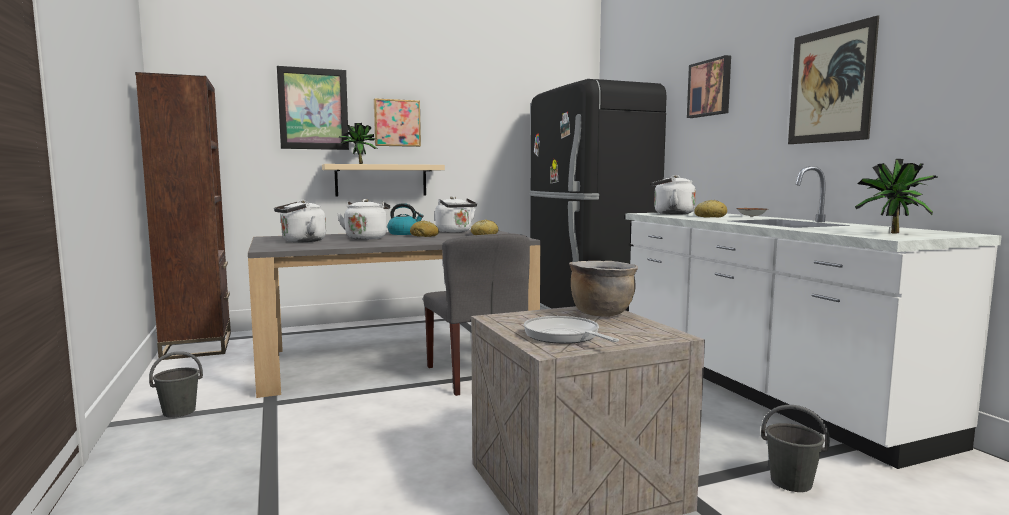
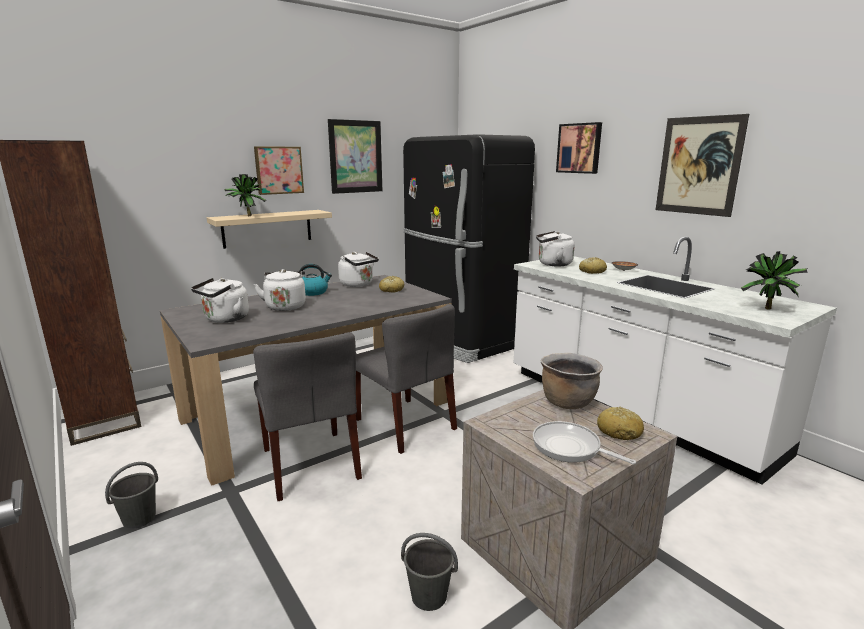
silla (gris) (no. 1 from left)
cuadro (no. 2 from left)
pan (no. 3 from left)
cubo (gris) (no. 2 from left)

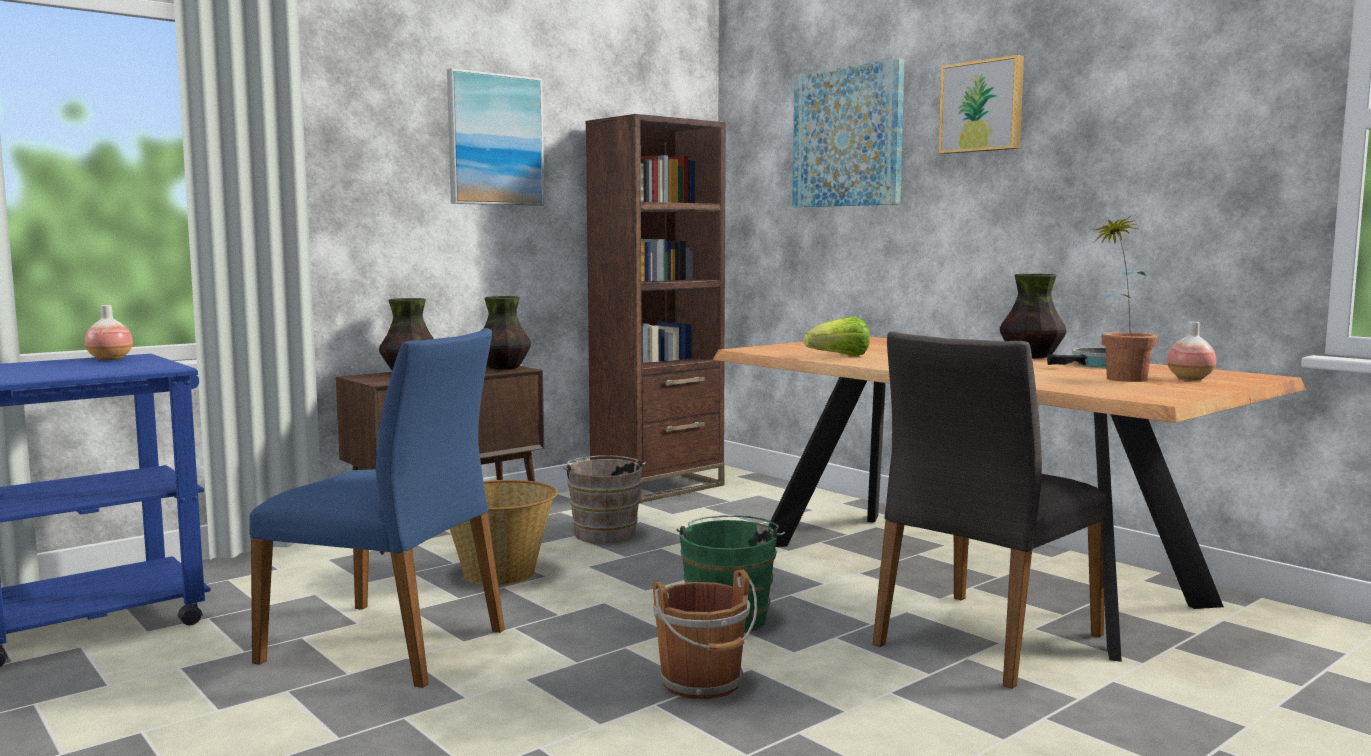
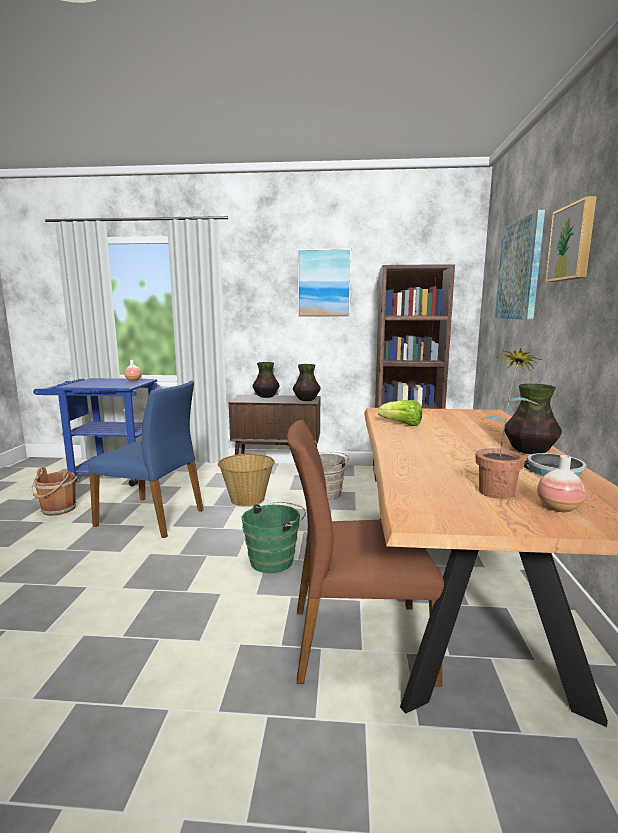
cubo (marrón) (no. 1 from left)
silla (marrón)
silla (azul)

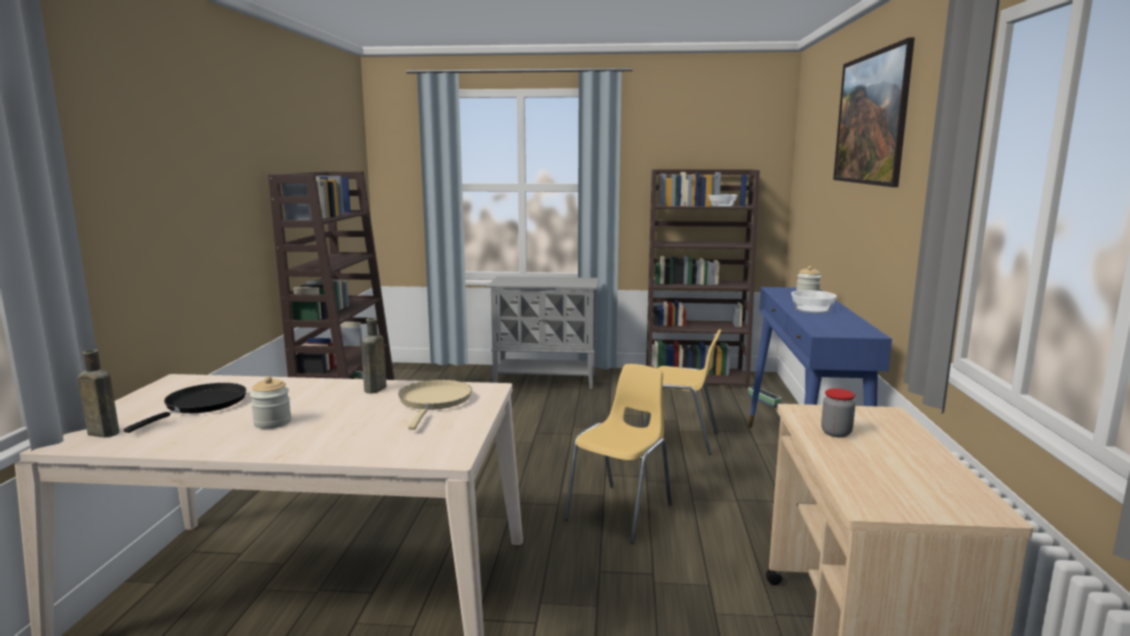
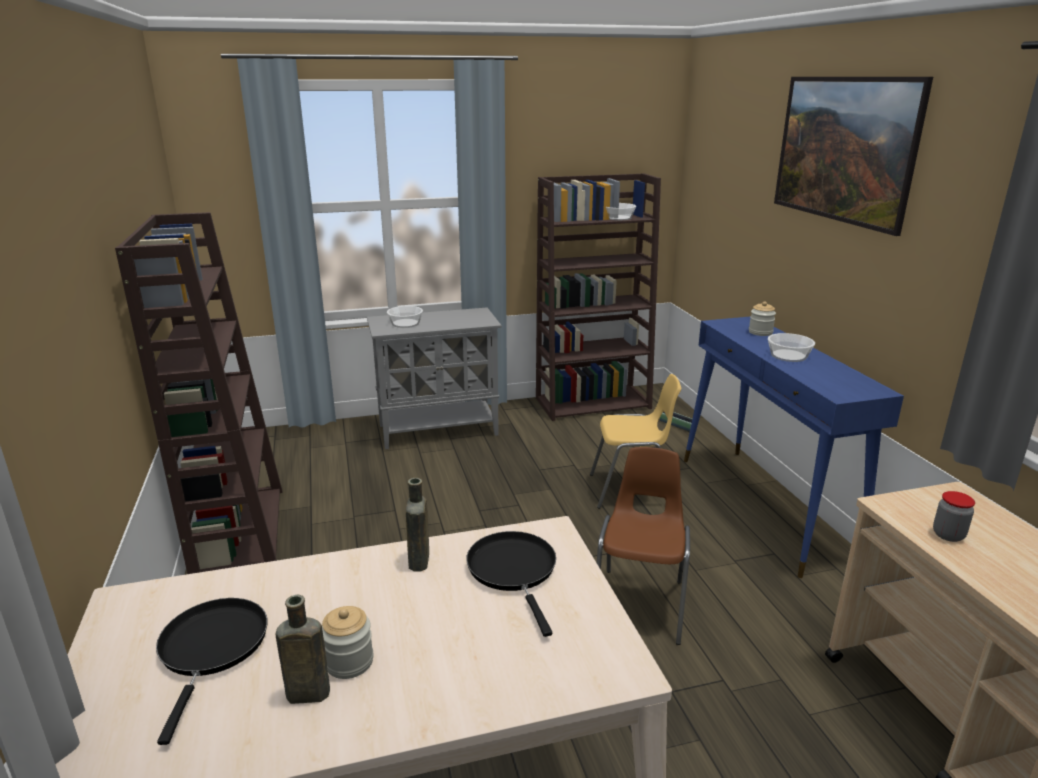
cuenco (no. 1 from left)
botella (marrón) (no. 1 from left)
sartén (negro) (no. 2 from left)
silla (marrón)

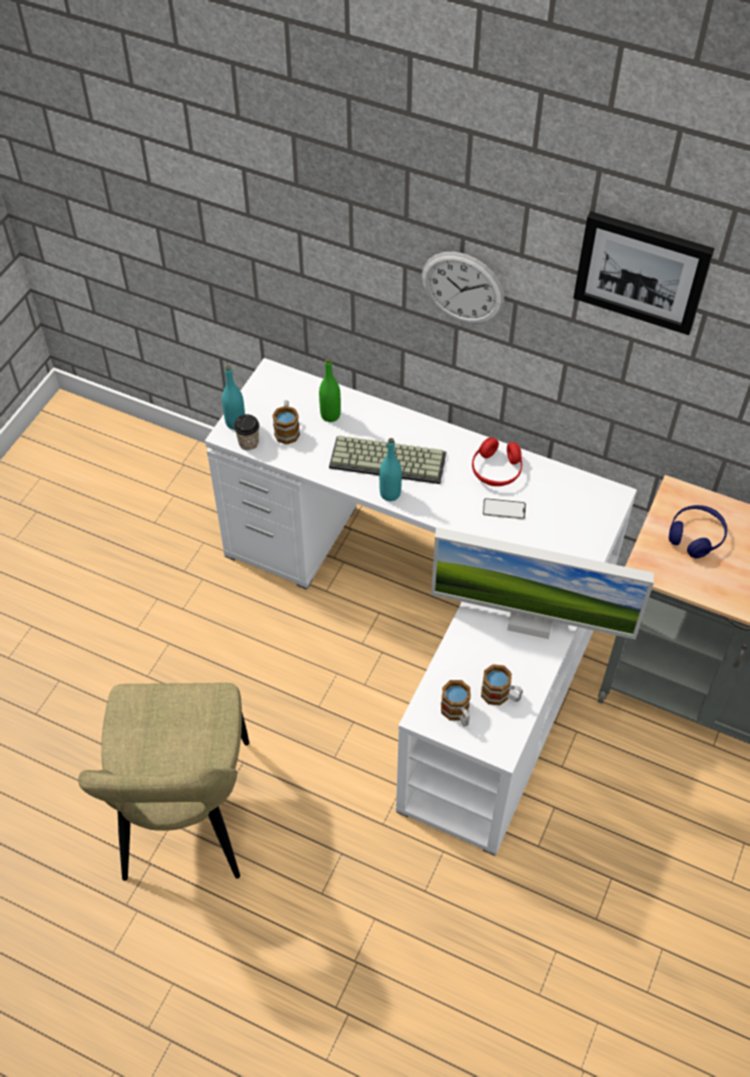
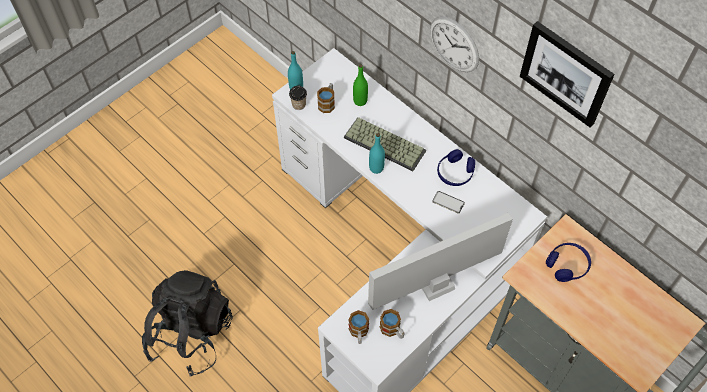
mochila (negro)
auriculares (azul) (no. 1 from left)
monitor

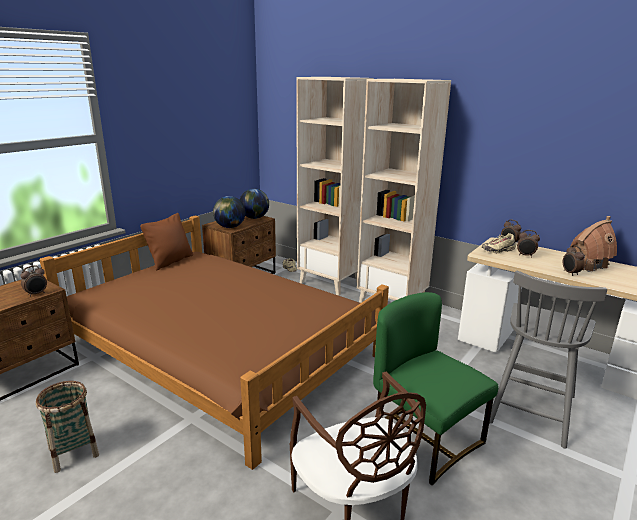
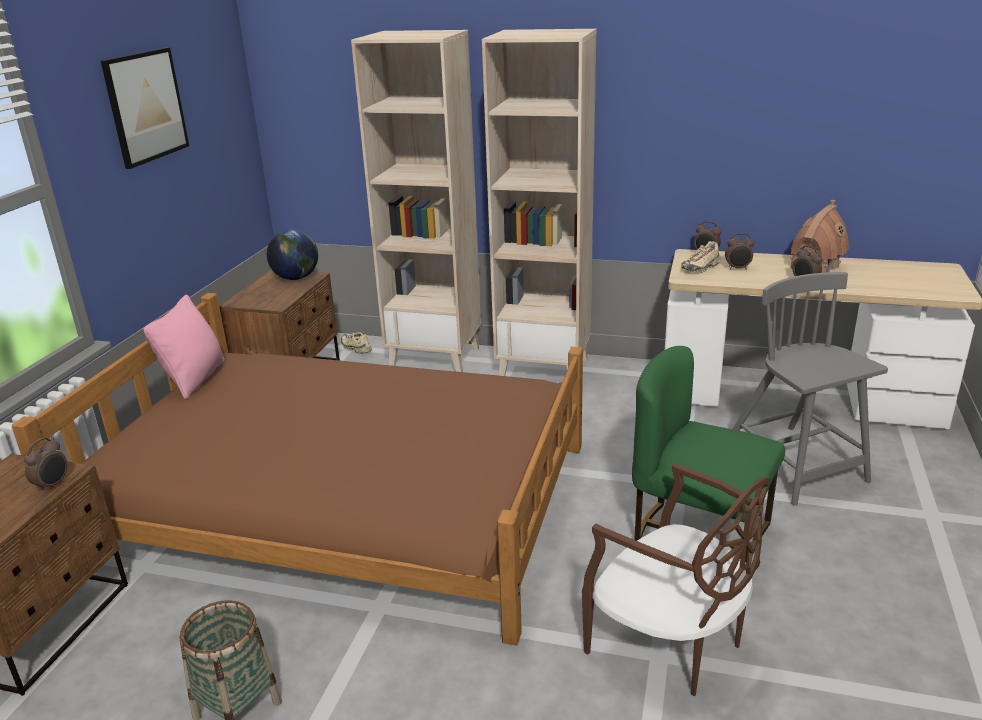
globo terráqueo (no. 1 from left in the first image)
cuadro
cojín (rosa)
silla (gris)

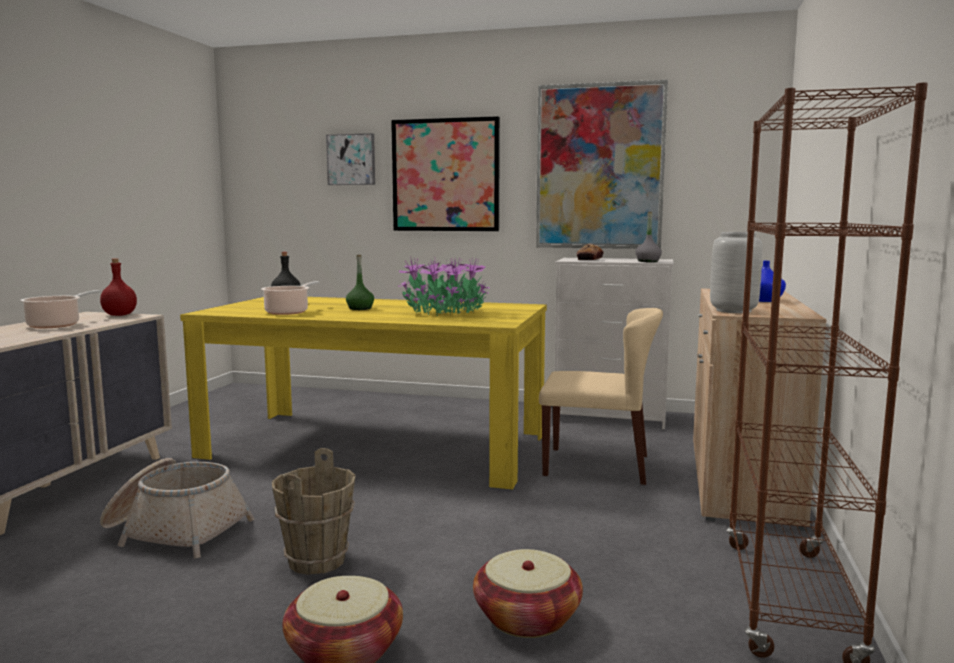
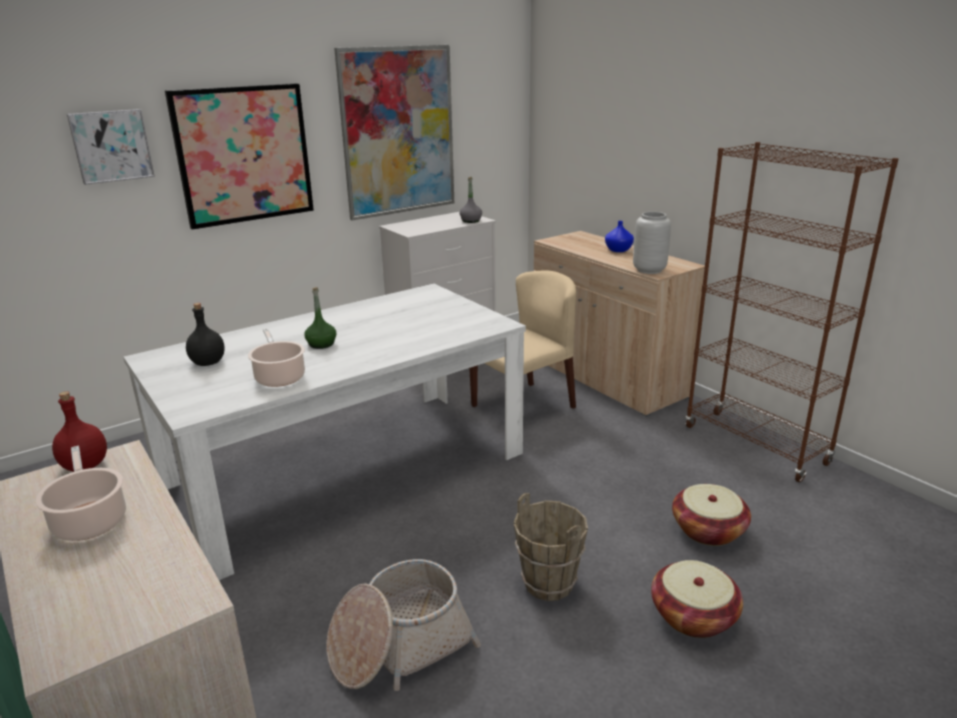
planta en maceta
pan
mesa de comedor (blanco)

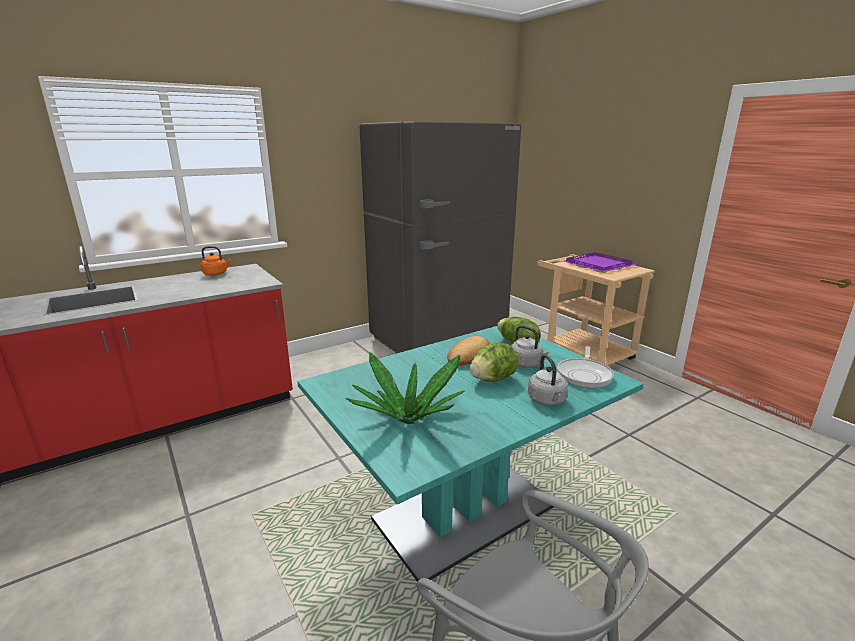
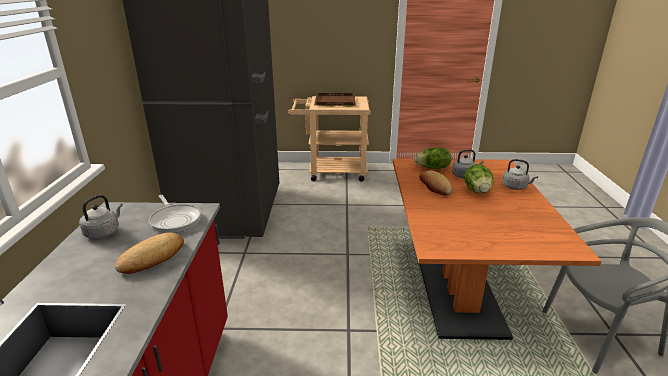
planta en maceta
pan (no. 1 from left)
sartén
hervidor (gris) (no. 1 from left)
mesa de comedor (naranja)
bandeja (marrón)

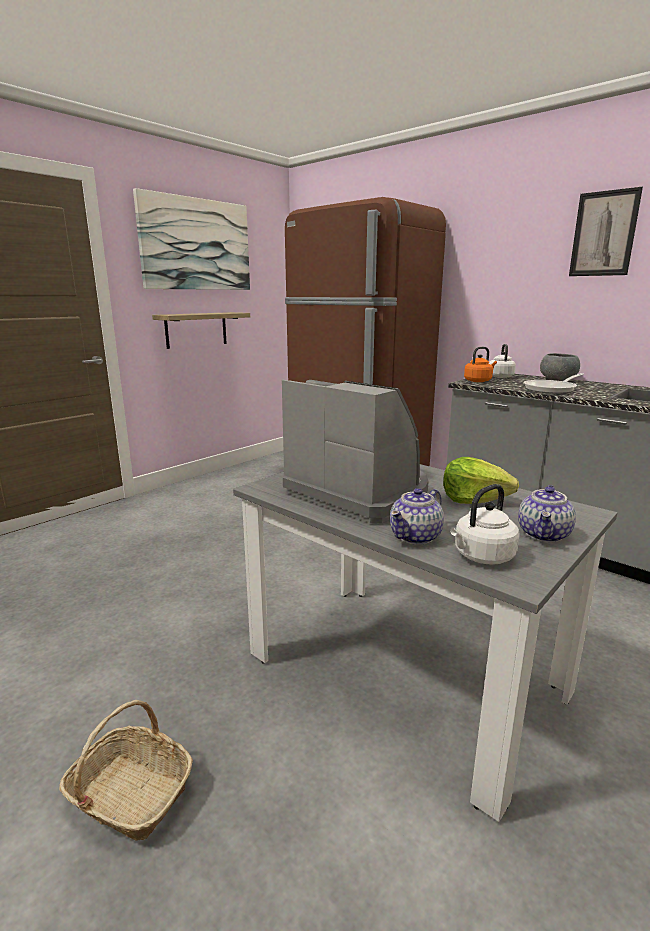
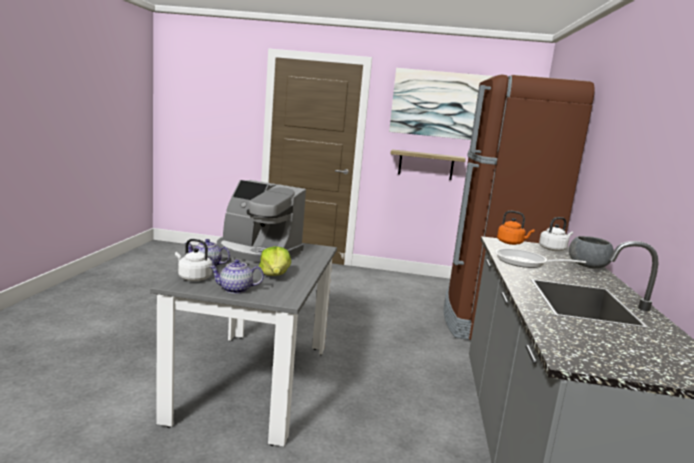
cesta
cuadro (no. 2 from left in the first image)
cafetera

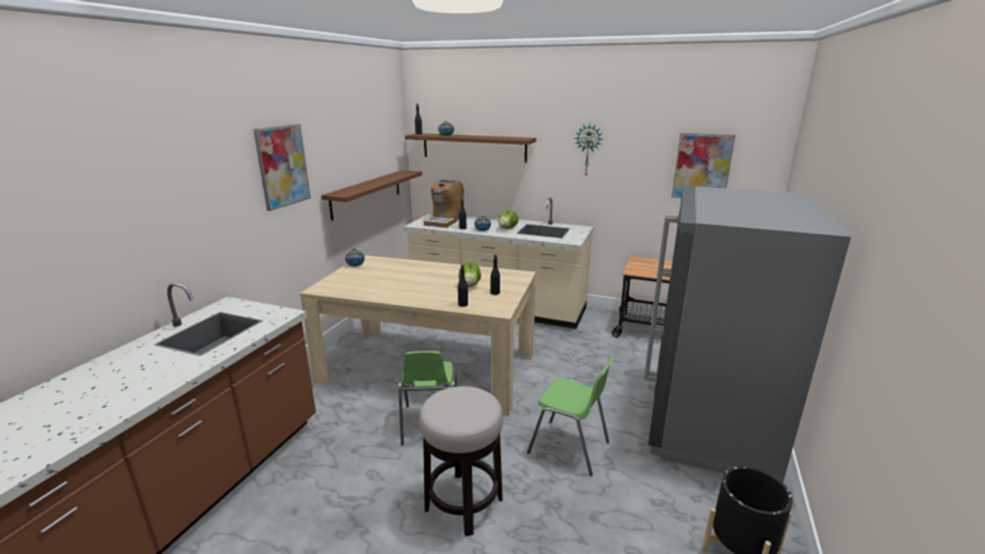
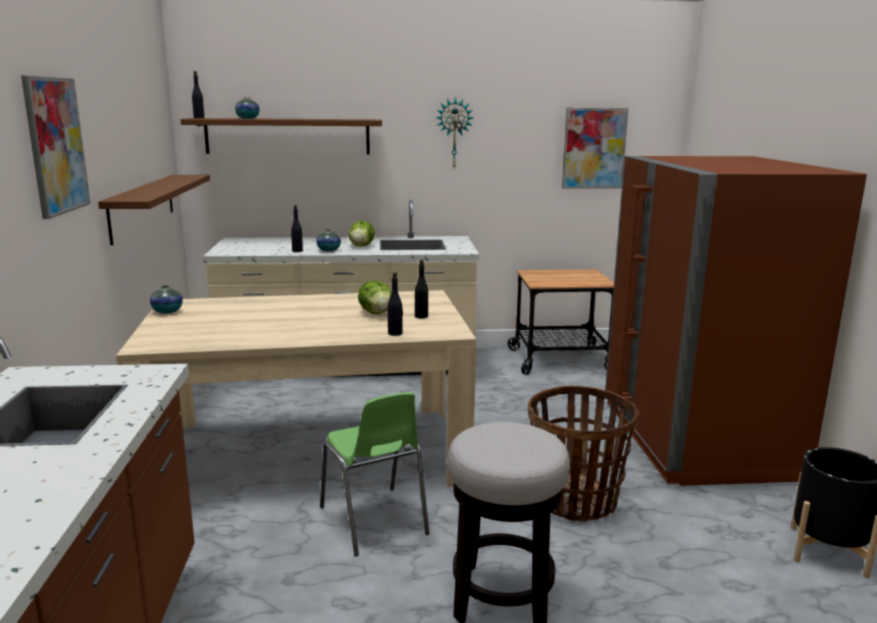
cafetera
cesta
nevera (marrón)

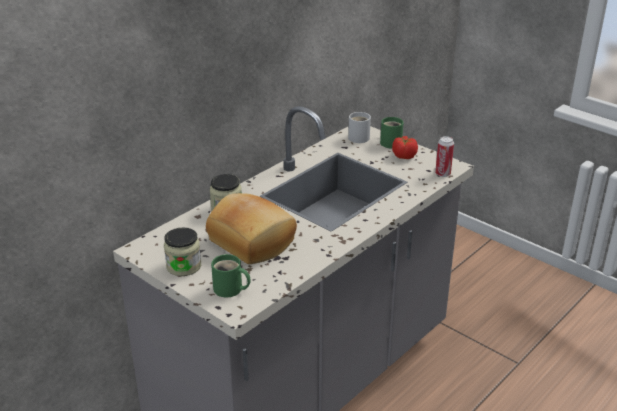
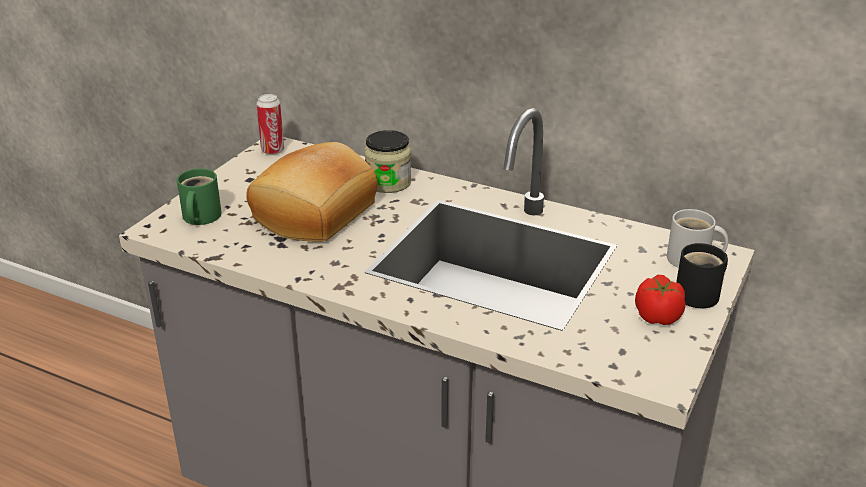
tarro (no. 1 from left in the first image)
lata
taza grande (negro)

